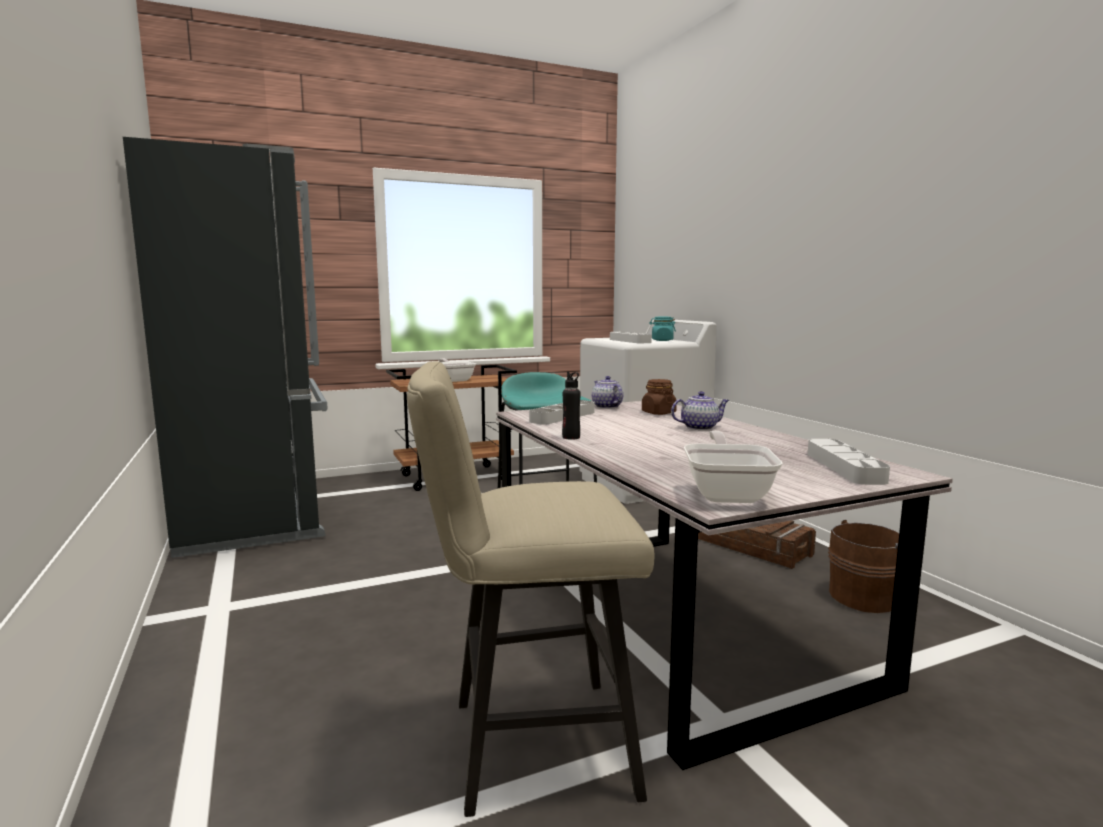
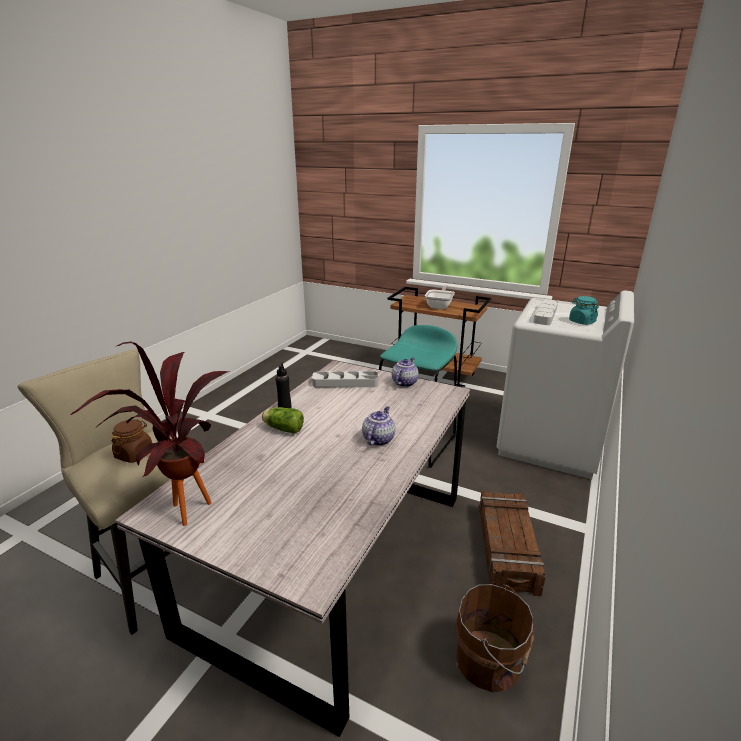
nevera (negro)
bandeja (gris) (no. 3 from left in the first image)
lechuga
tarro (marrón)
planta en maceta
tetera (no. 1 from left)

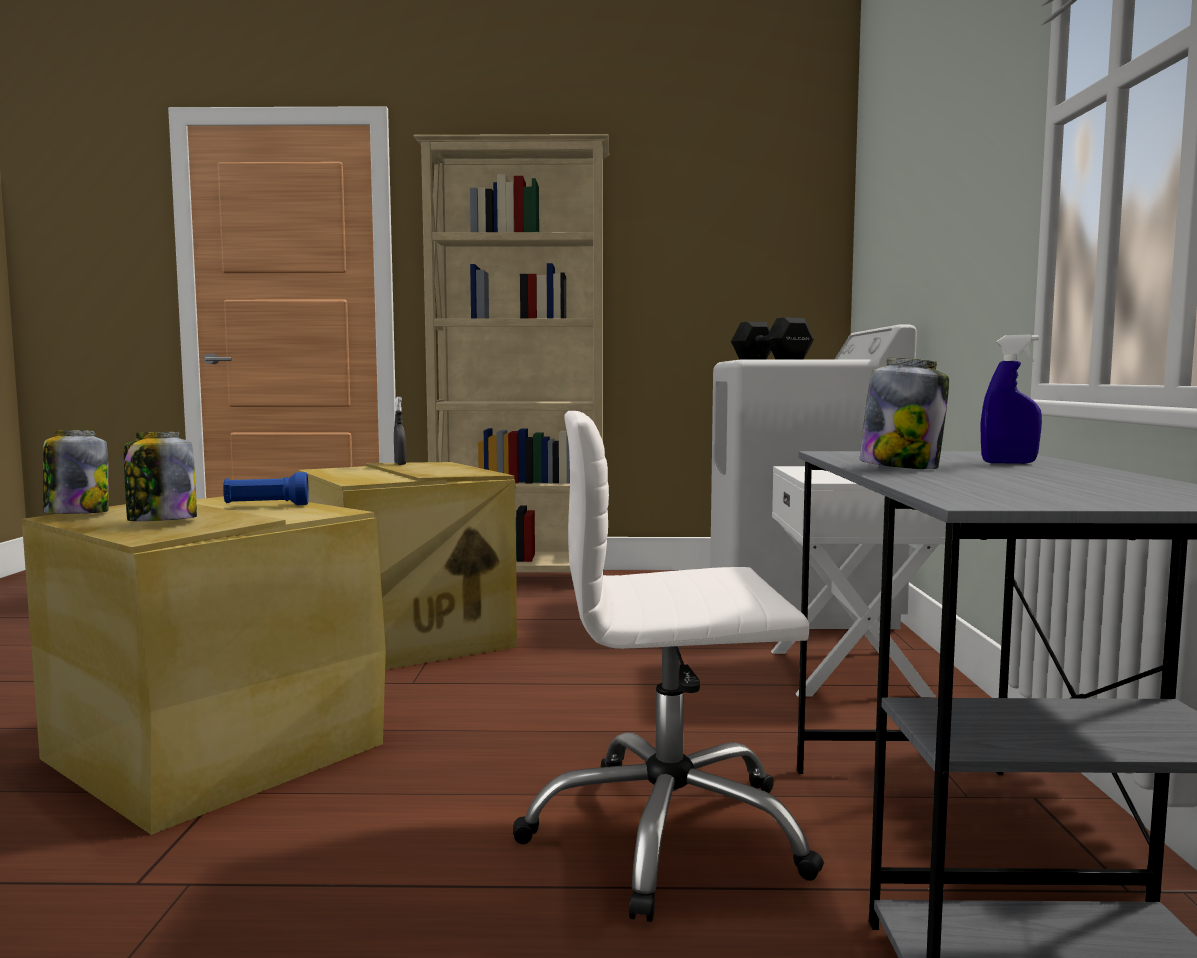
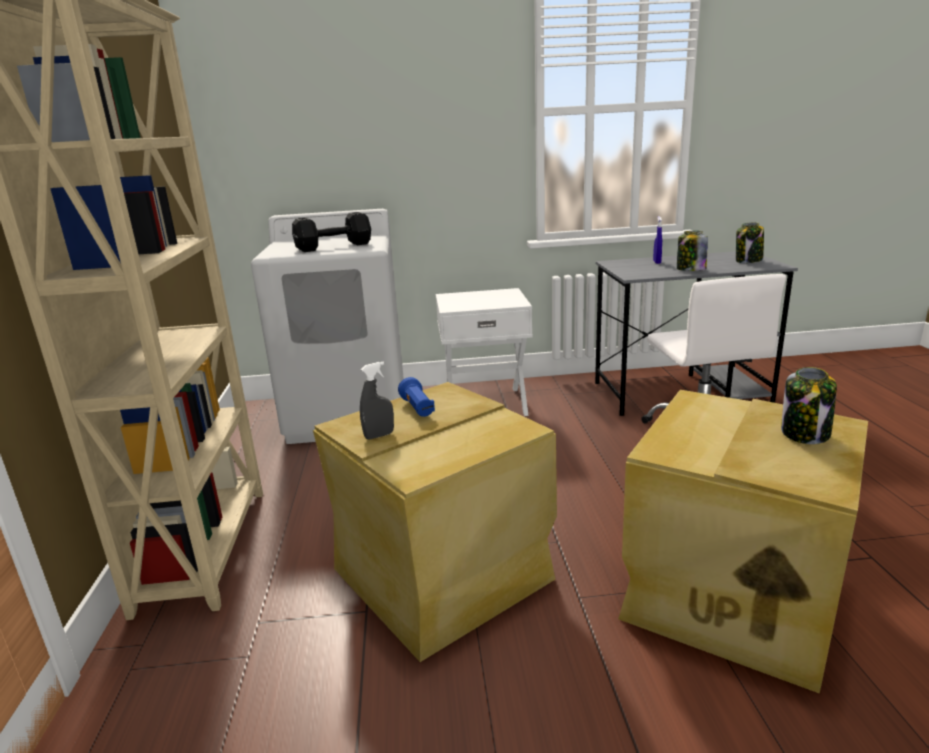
tarro (no. 2 from left)
linterna (azul)

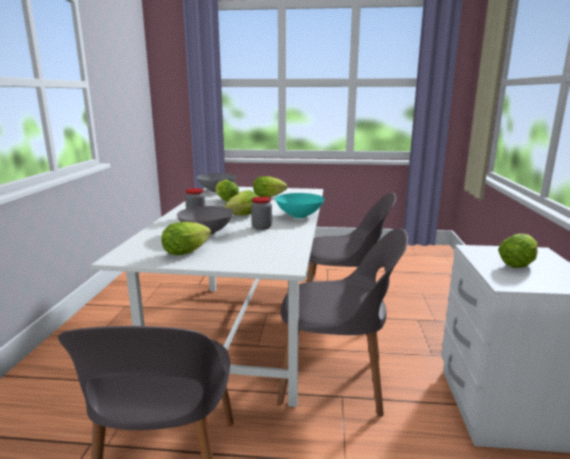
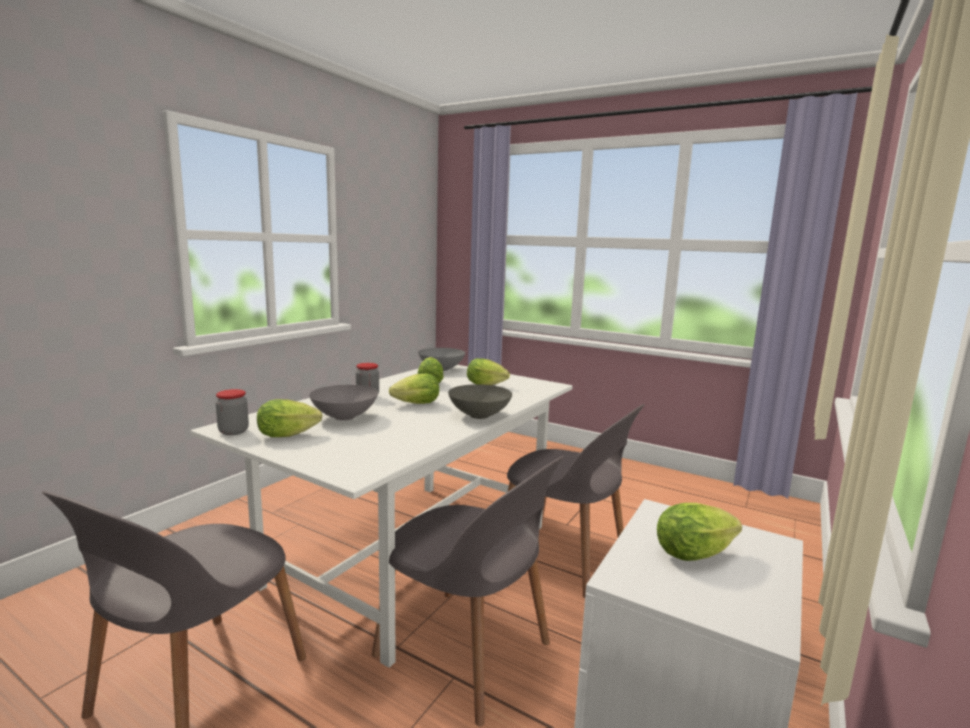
tarro (no. 1 from left)
cuenco (gris) (no. 3 from left)

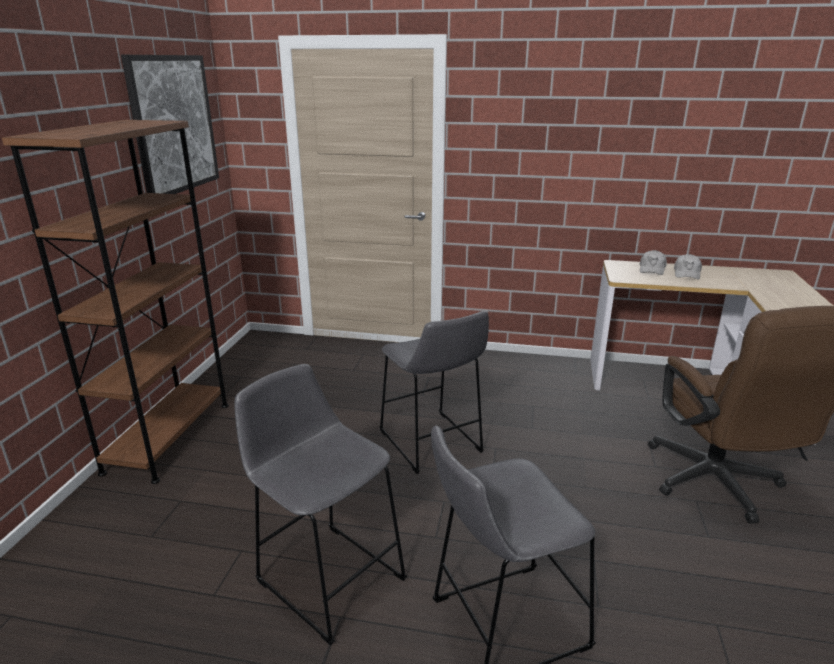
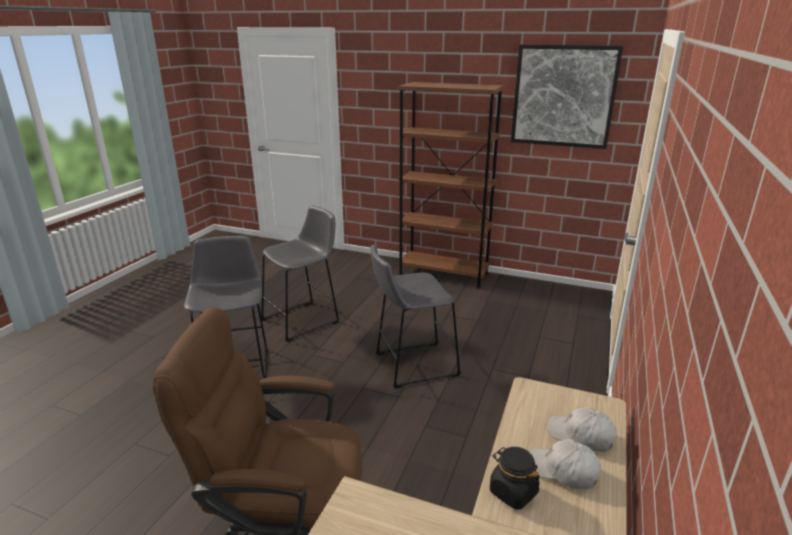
tarro (negro)

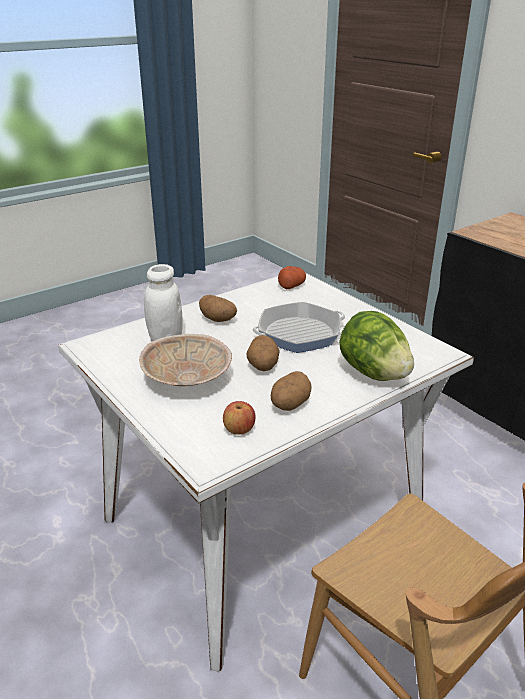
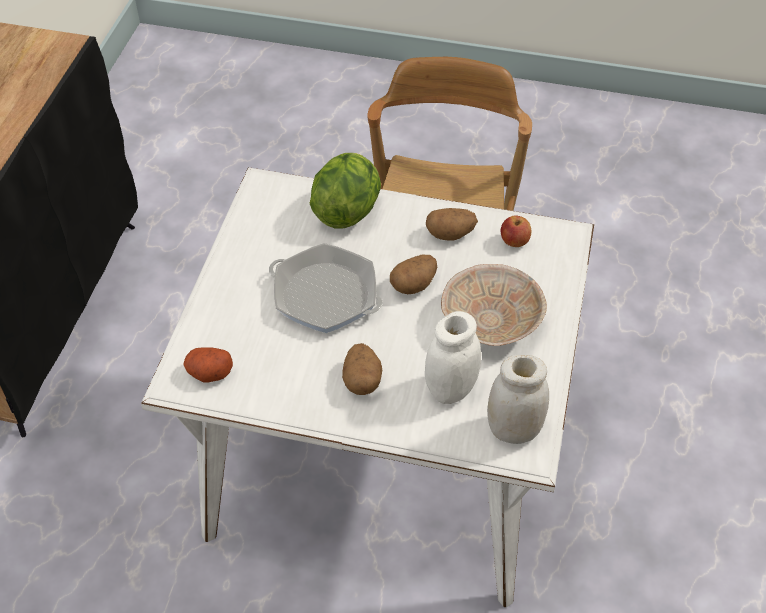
tarro (blanco) (no. 2 from left)

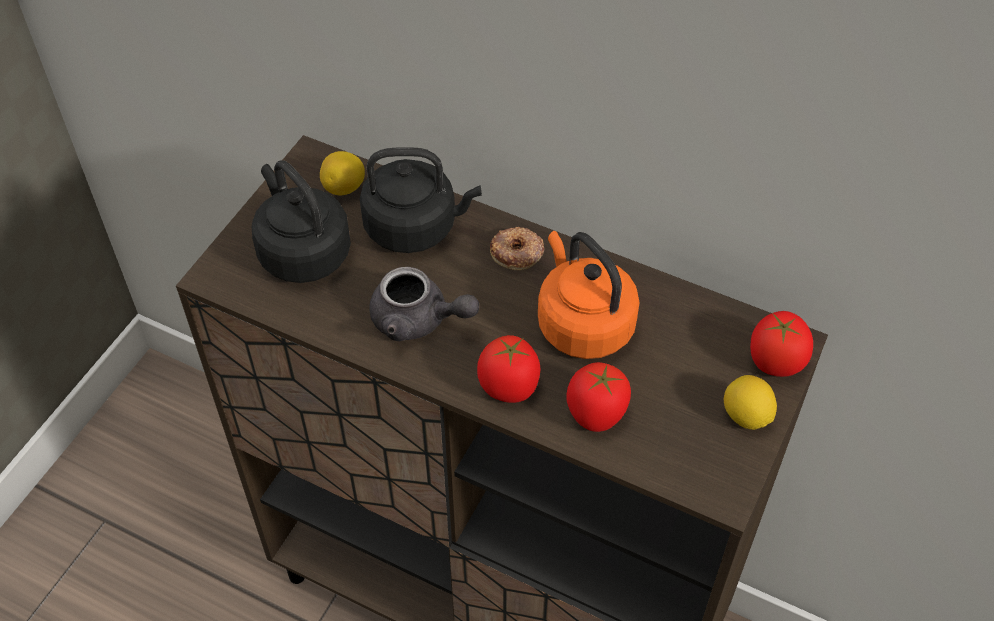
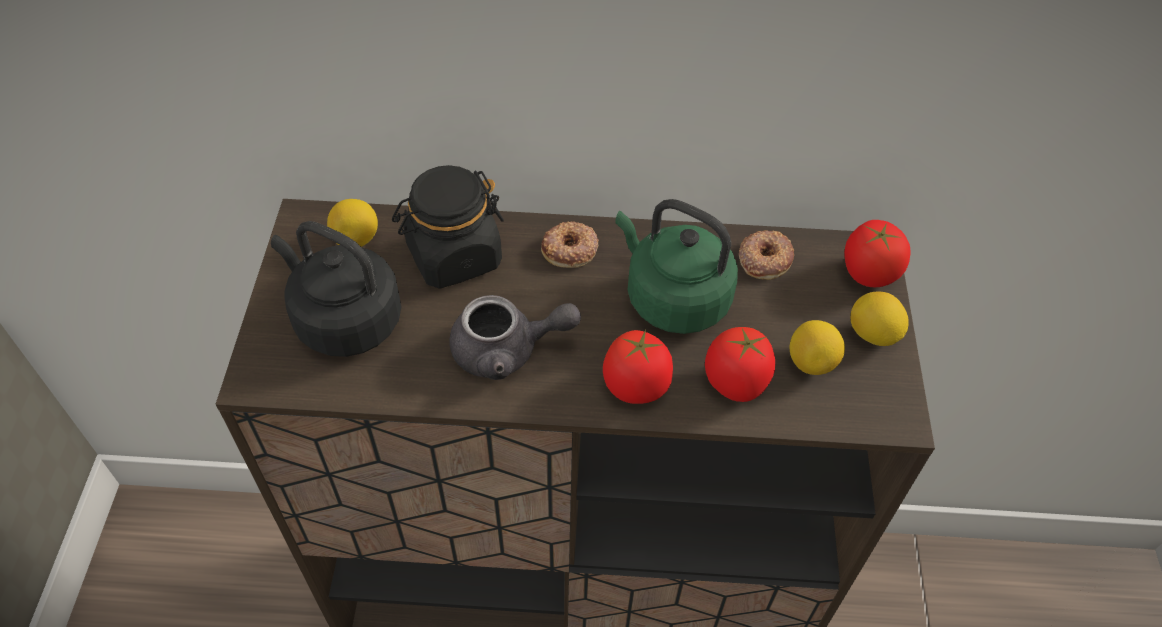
rosquilla (no. 2 from left)
limón (no. 2 from left)
tarro (negro)
hervidor (verde)

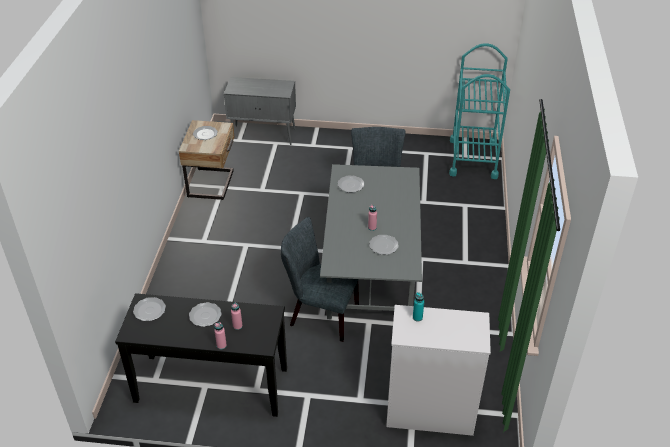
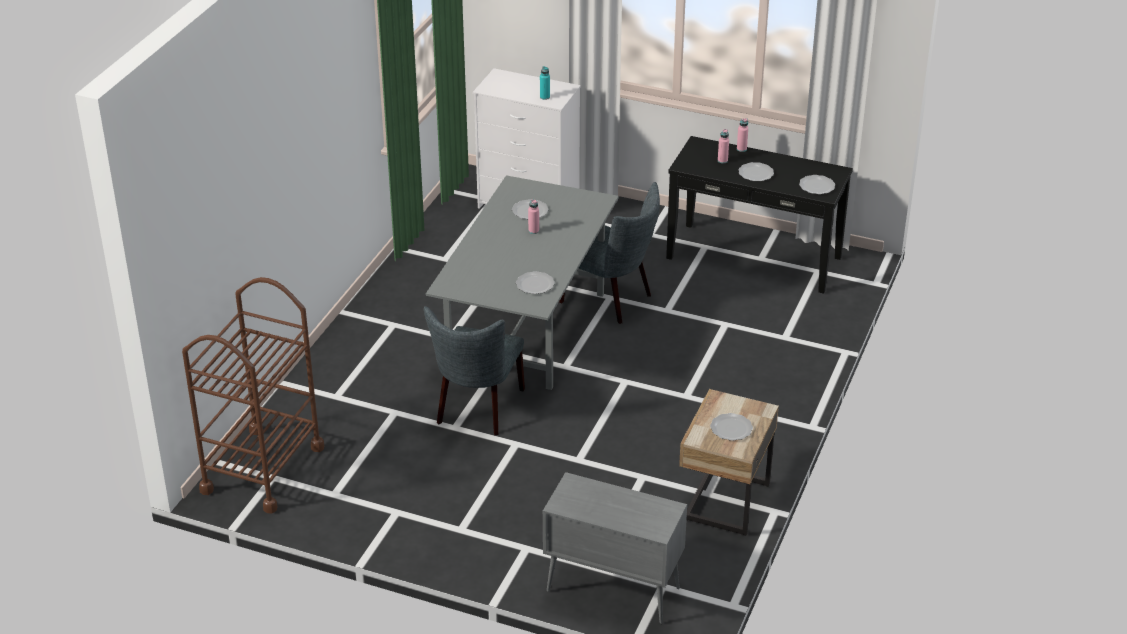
carrito (marrón)

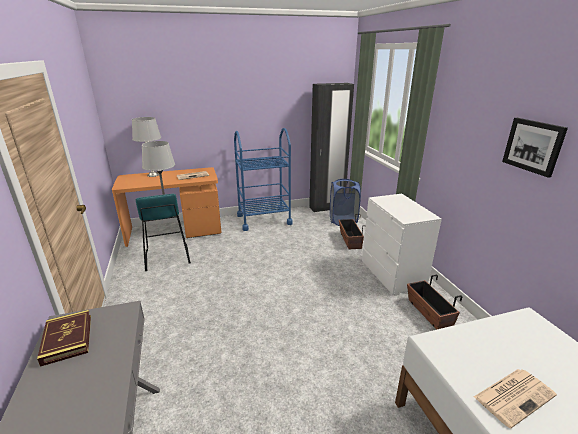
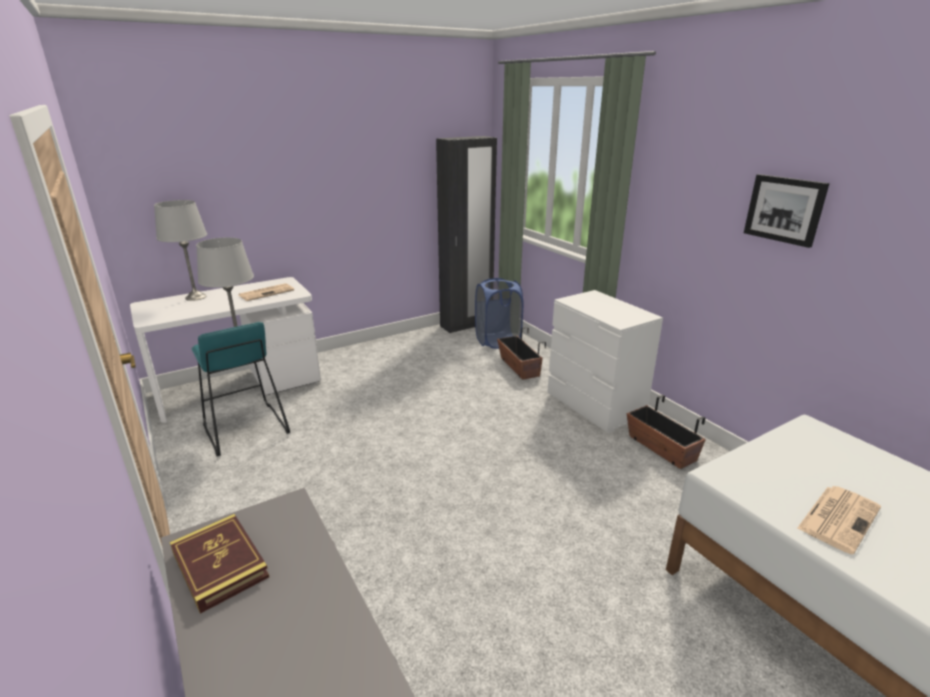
carrito (azul)
escritorio (blanco)

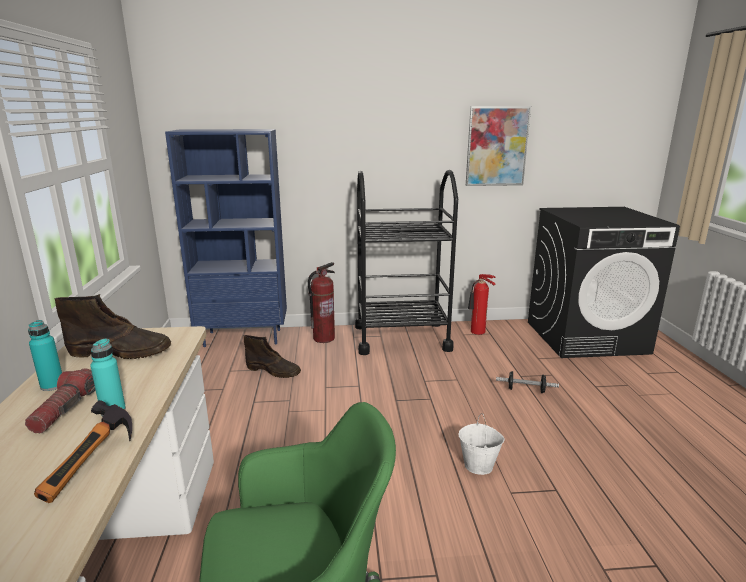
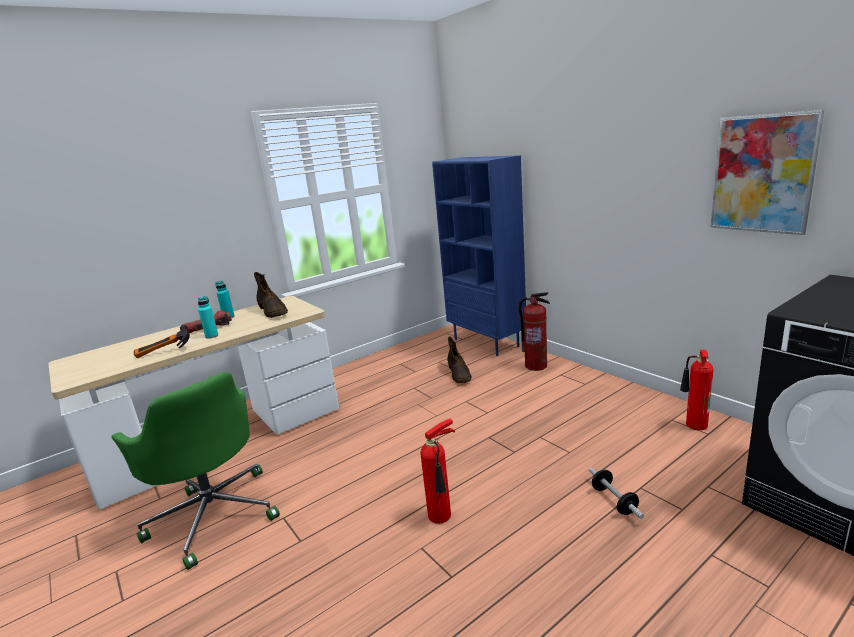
carrito (negro)
extintor (no. 1 from left)

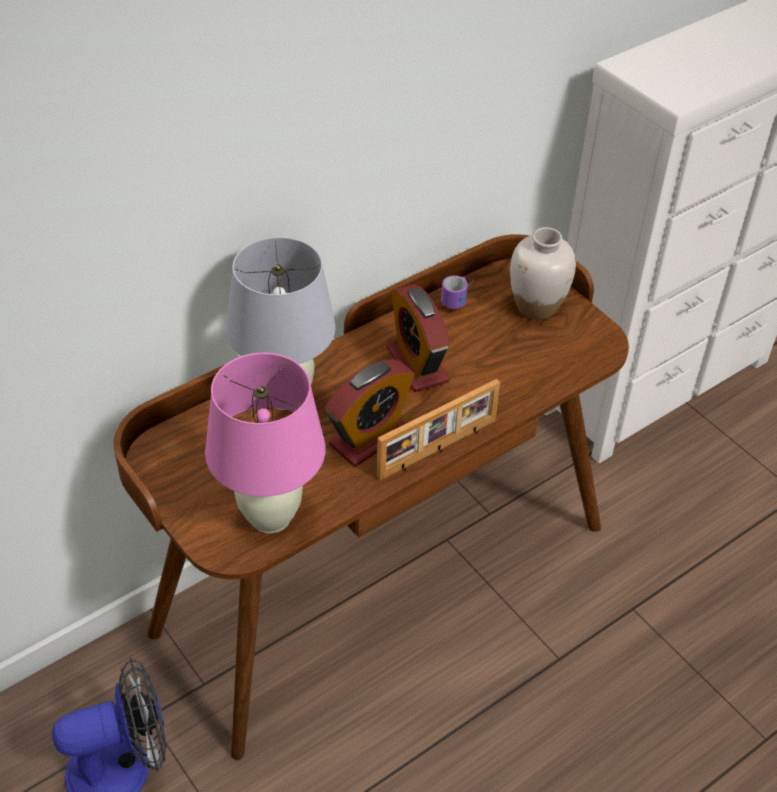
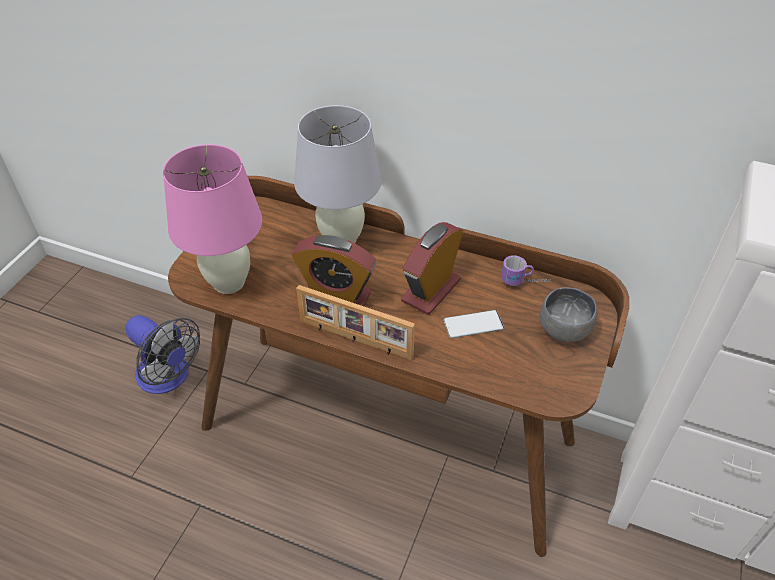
móvil
cuenco (gris)

